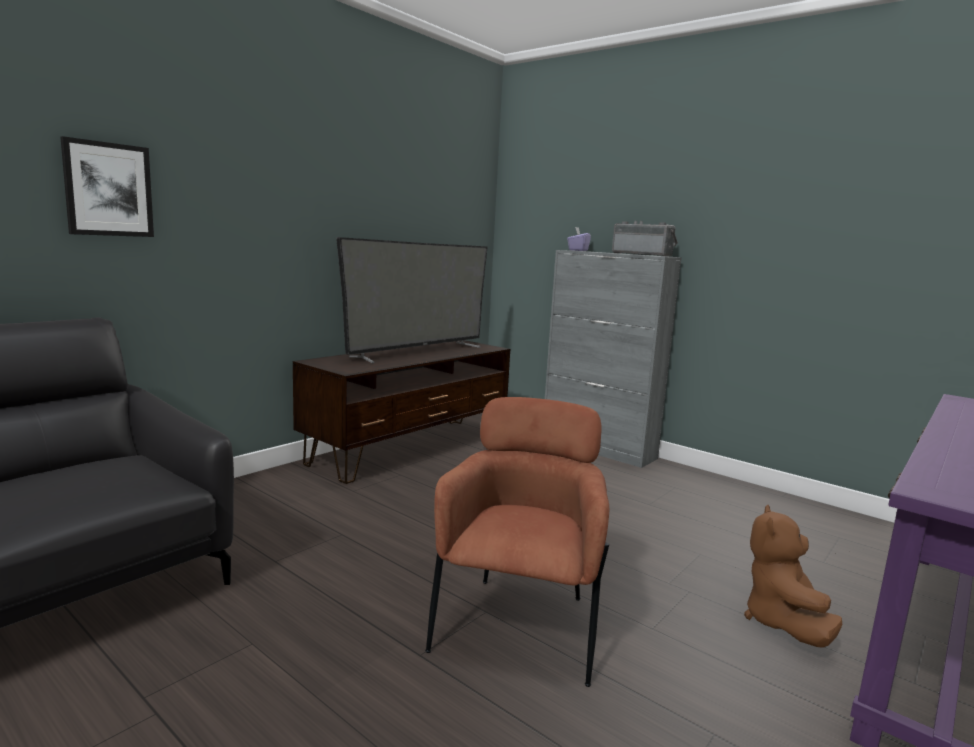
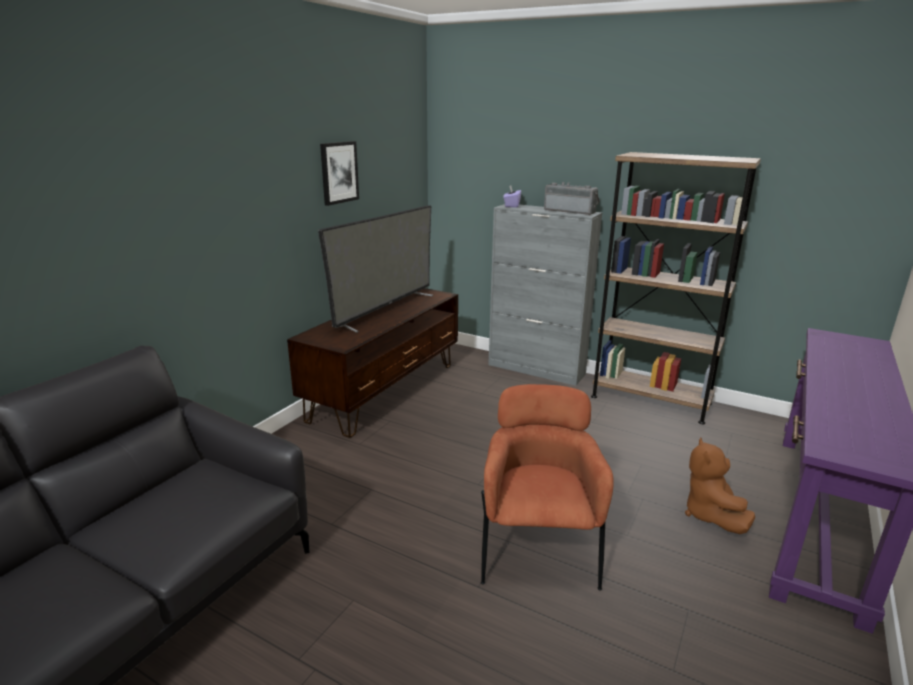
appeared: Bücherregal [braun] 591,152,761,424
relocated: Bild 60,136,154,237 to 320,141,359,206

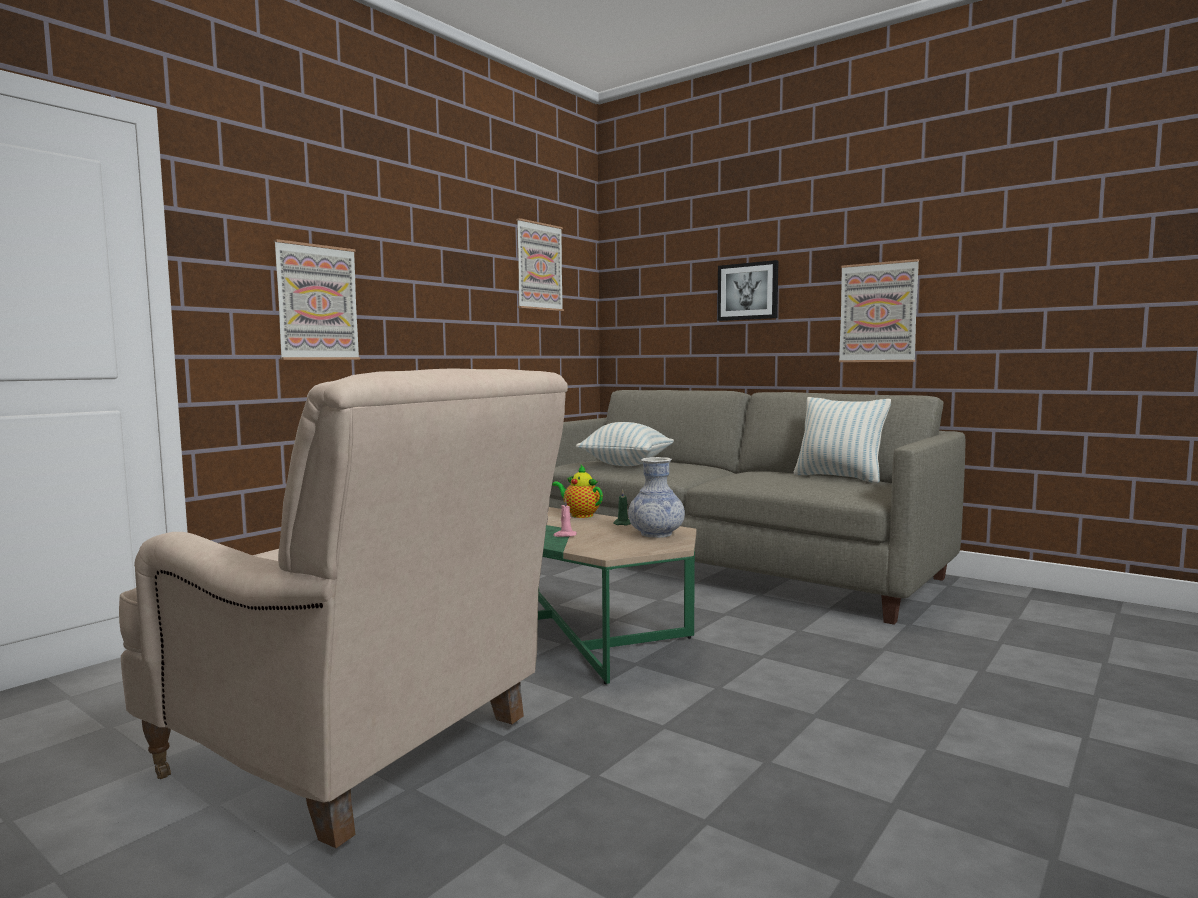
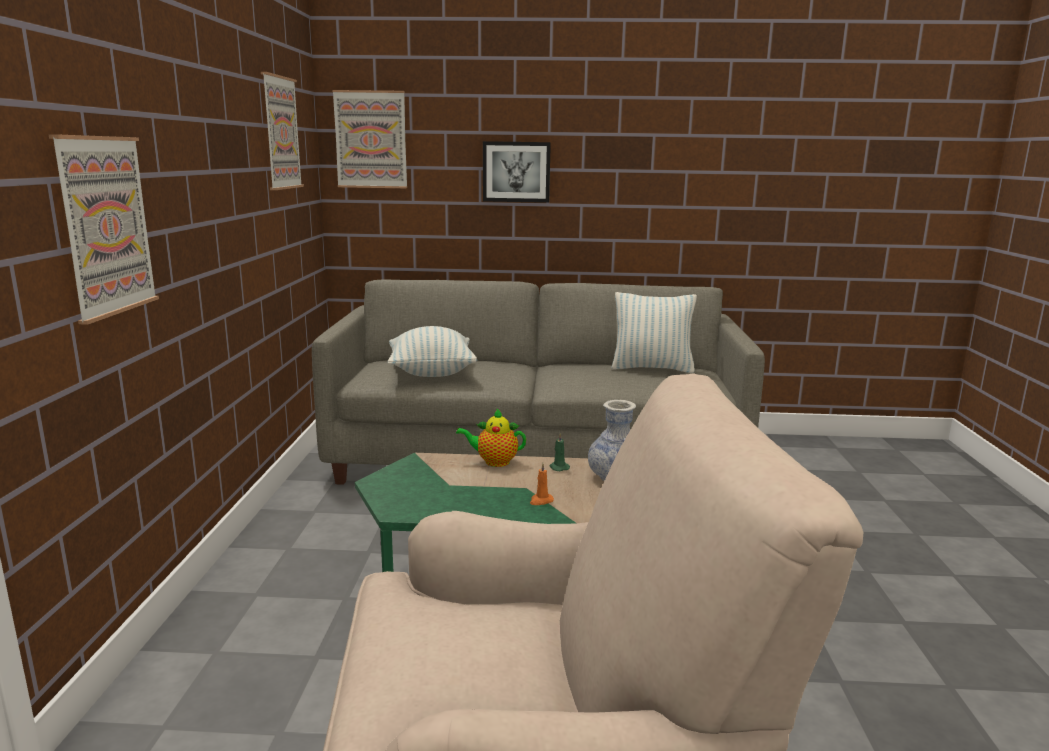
relocated: Bild 839,259,919,362 to 332,90,407,188
colour: Kerze [rosa] 553,498,577,537 to Kerze [orange] 530,463,554,505

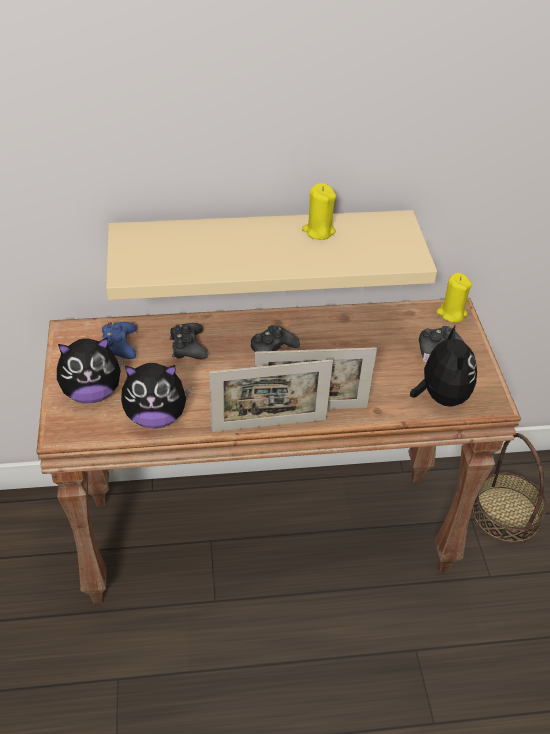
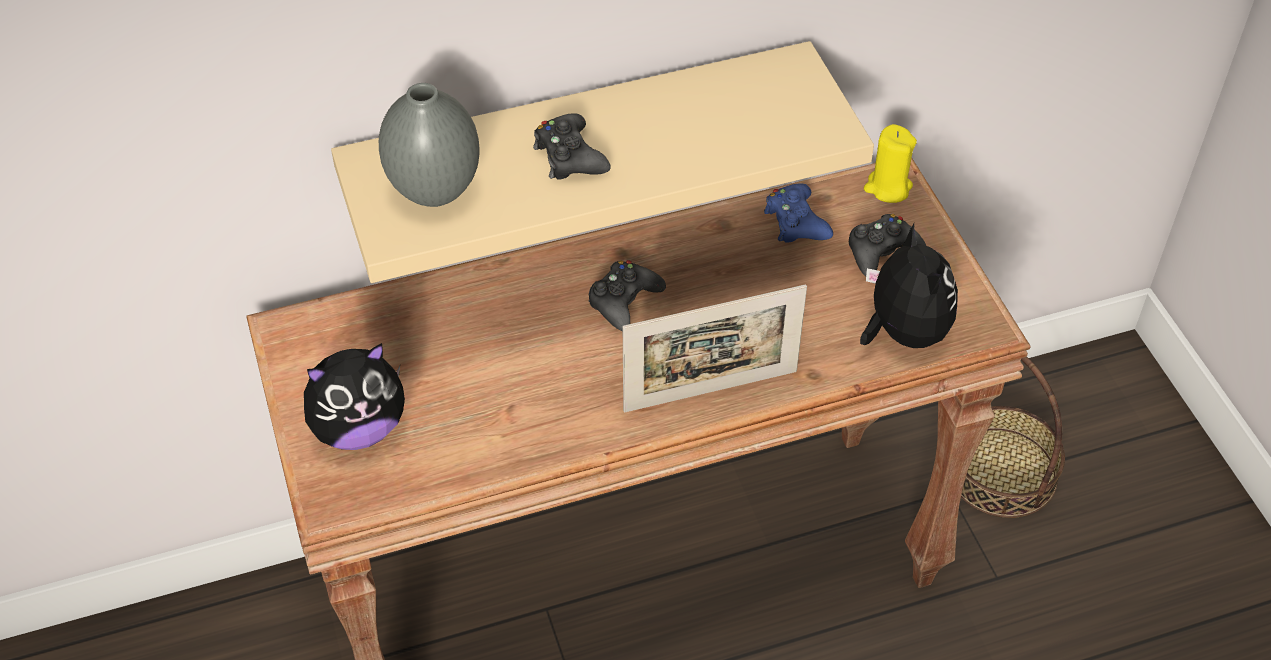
missing: Plüschtier 121,363,192,429; Bilderrahmen 209,360,333,432; Kerze [gelb] 302,183,336,240
appeared: Vase [grau] 379,83,480,207
relocated: Gamepad [schwarz] 170,323,208,359 to 533,113,611,180; Gamepad [blau] 102,322,137,359 to 764,183,833,243

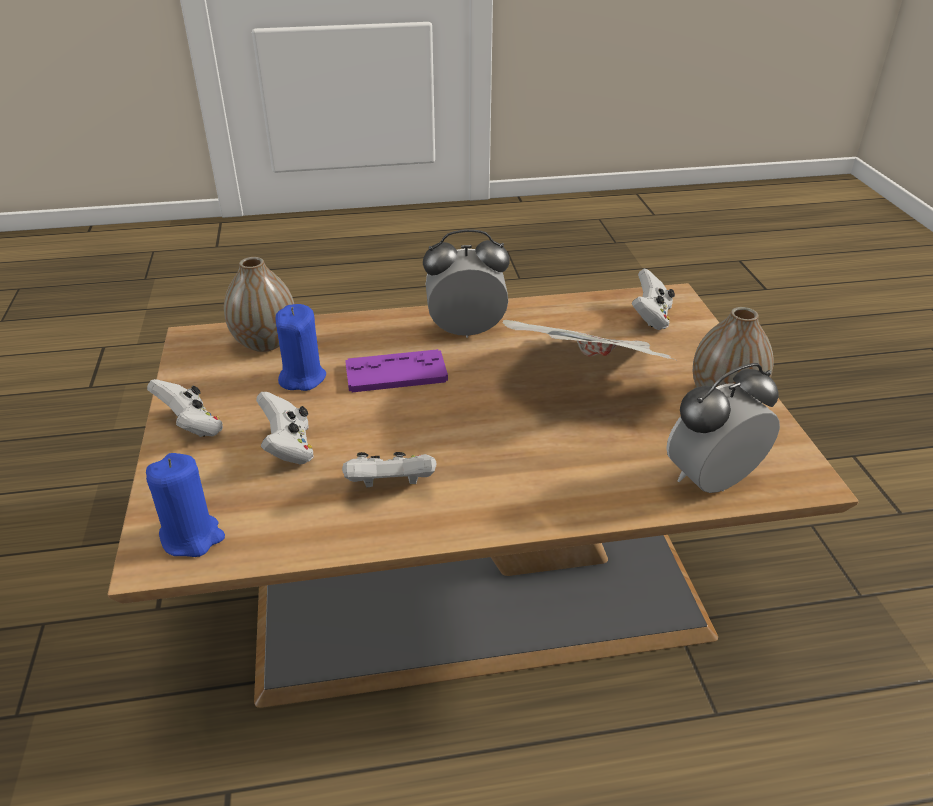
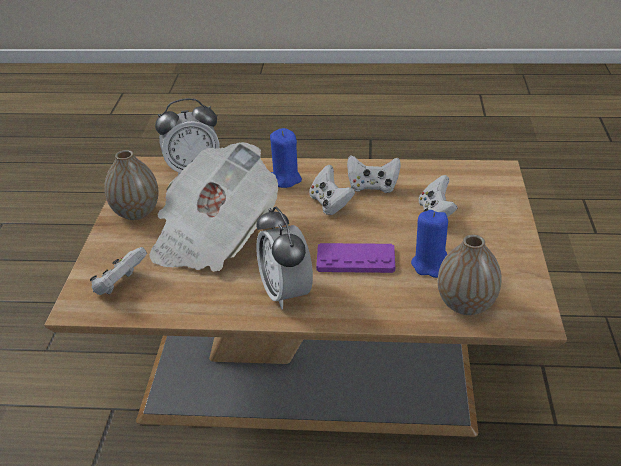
relocated: Kerze [blau] 146,453,225,557 to 270,128,302,188; Gamepad [weiß] 147,379,223,437 to 309,165,355,215
spun: Wecker 423,229,510,338 = 256,207,313,310 60 degrees clockwise

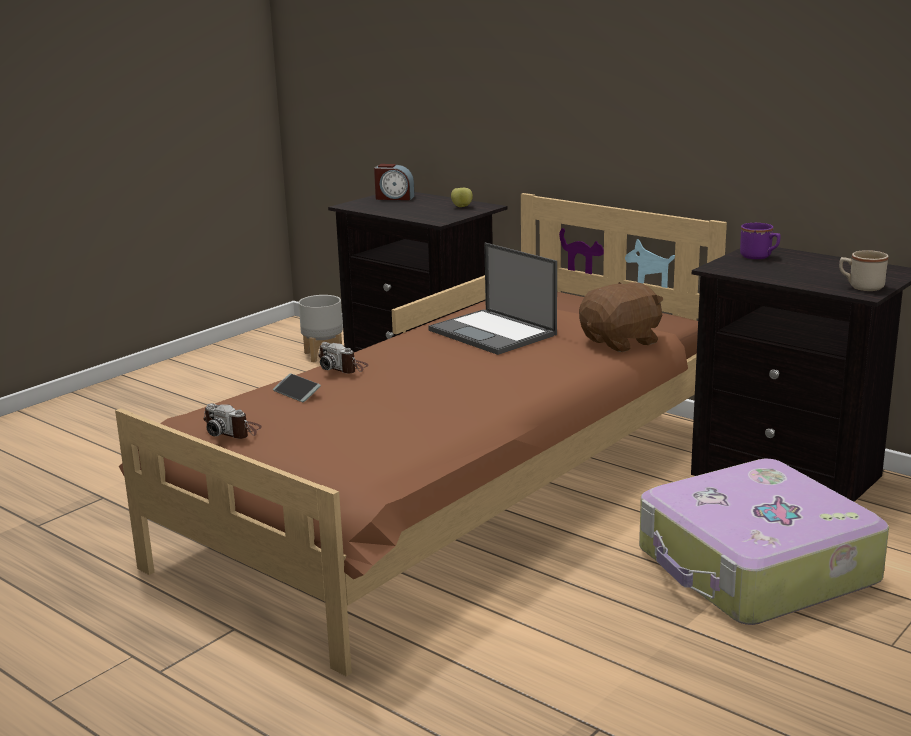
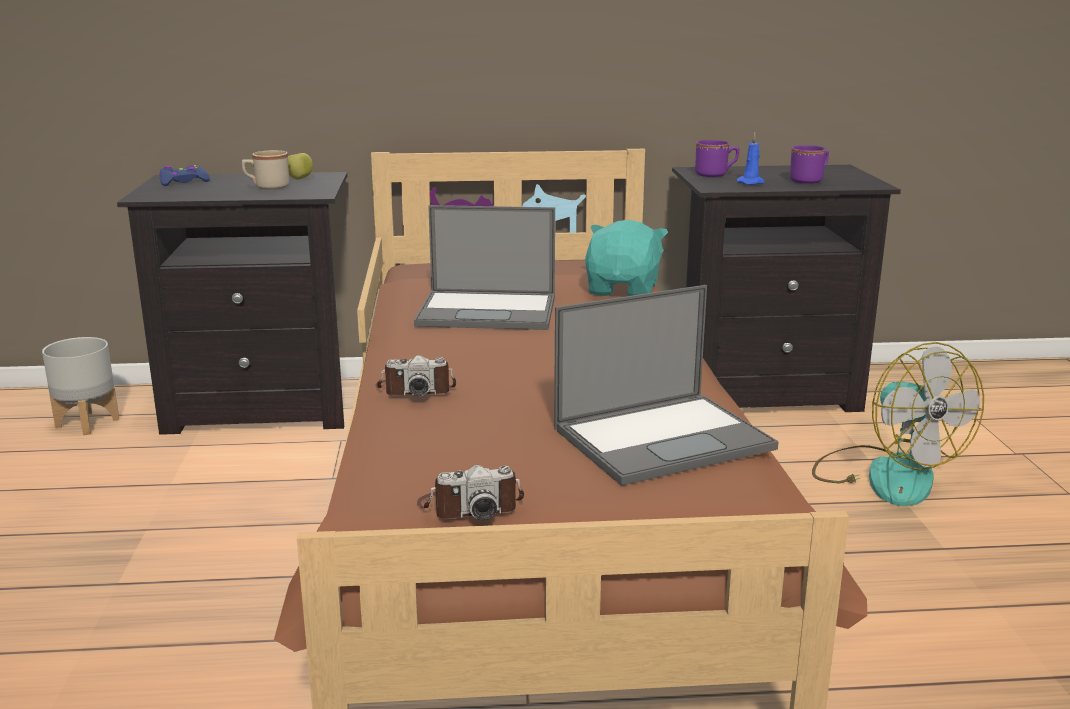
missing: Handy 273,373,321,402
appeared: Laptop 554,285,779,486; Kerze [blau] 737,133,765,185; Henkelbecher [lila] 790,145,829,184
relocated: Henkelbecher [beige] 839,251,888,291 to 242,150,290,190
exchanged: Wecker 374,164,415,200 to Gamepad [blau] 160,165,210,186; Koffer 639,459,889,625 to Ventilator 812,342,984,506
colour: Plüschtier [braun] 579,282,663,352 to Plüschtier [türkis] 585,220,668,296

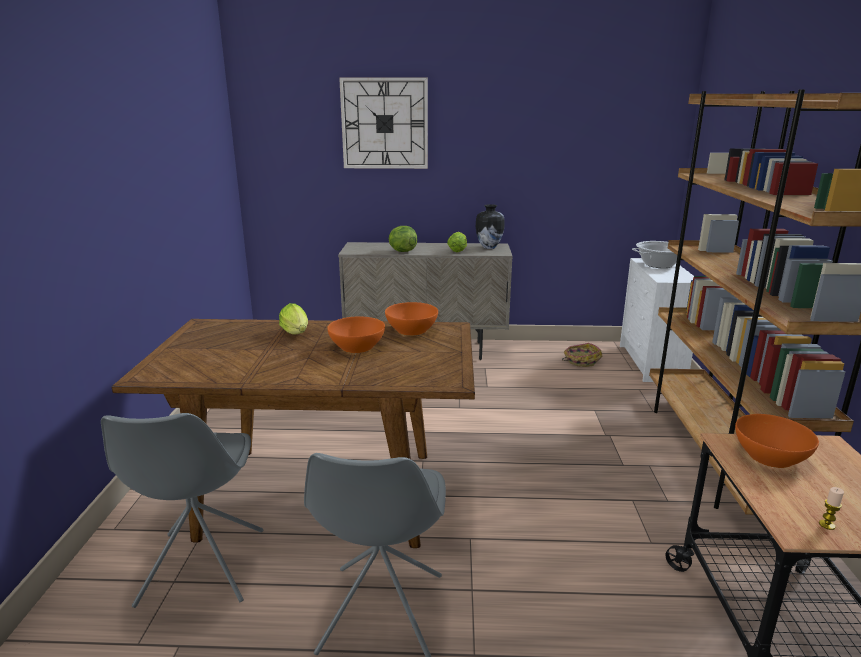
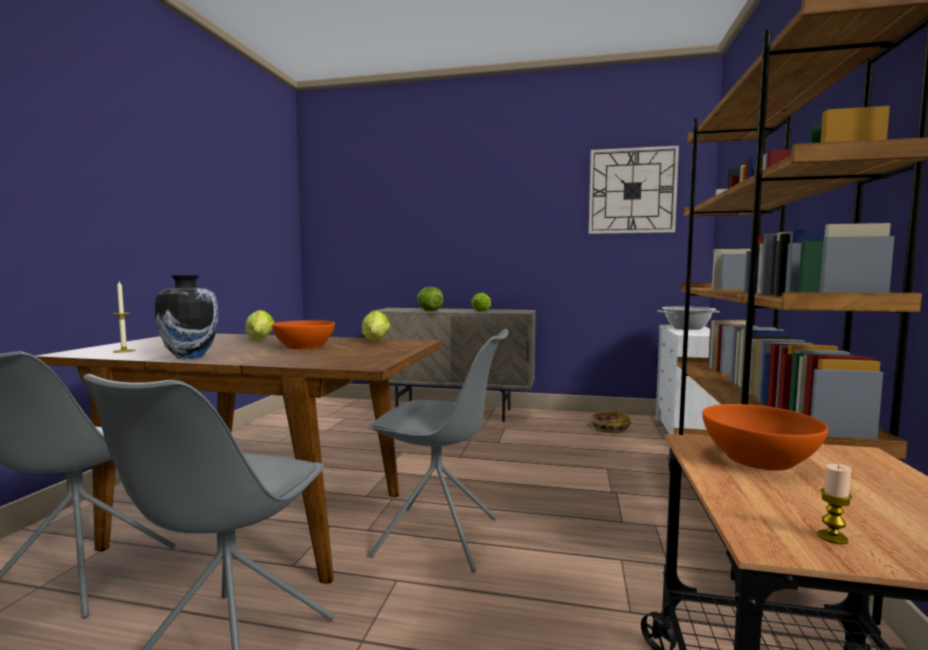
appeared: Kerze 112,281,136,353; Stuhl [grau] 368,329,508,573
relocated: Vase 476,204,505,249 to 155,275,219,359; Wanduhr 339,78,428,169 to 589,146,679,234
exchanged: Schüssel [orange] 385,302,438,336 to Salatkopf 362,311,390,341

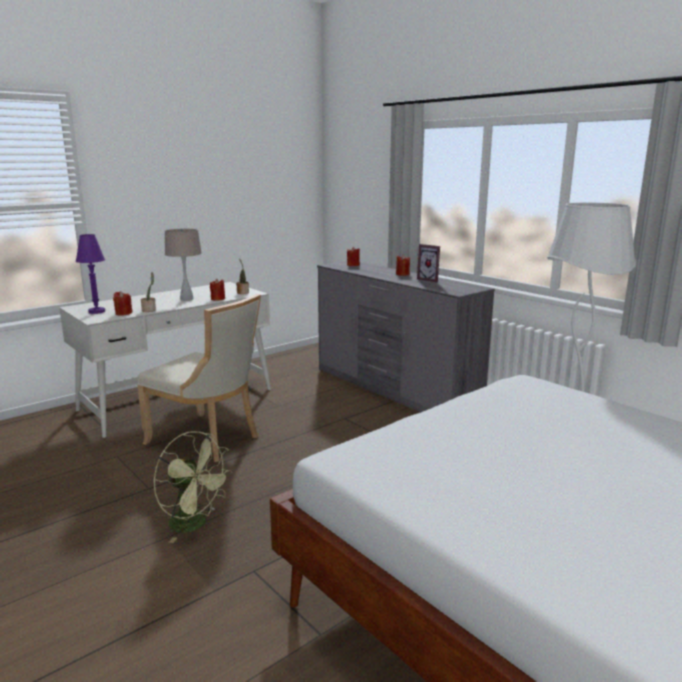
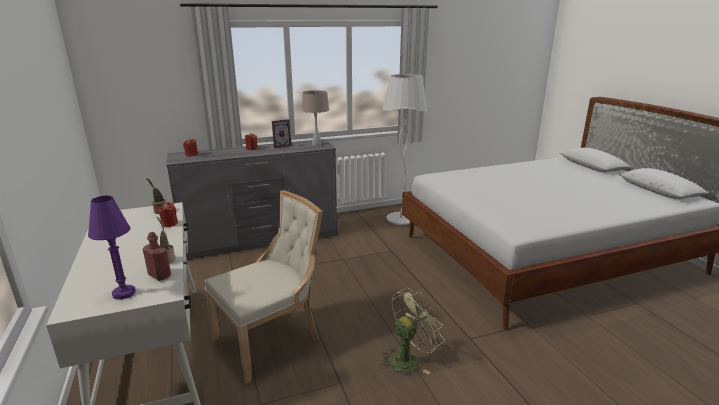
relocated: Tischlampe [beige] 165,228,202,301 to 302,90,329,146
exchanged: Kerze [rot] 113,291,133,316 to Flasche [rot] 143,232,171,281

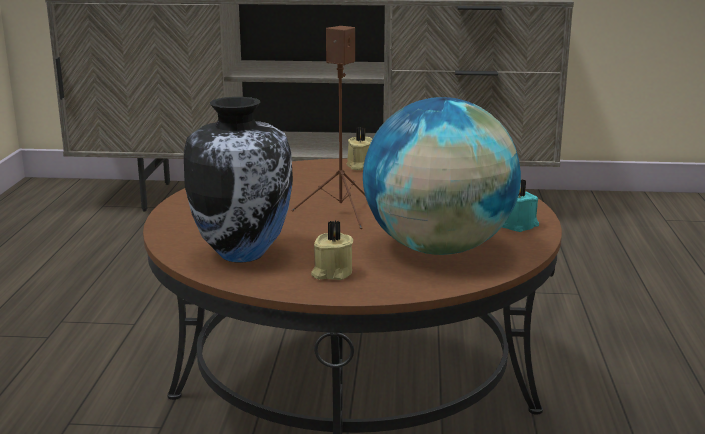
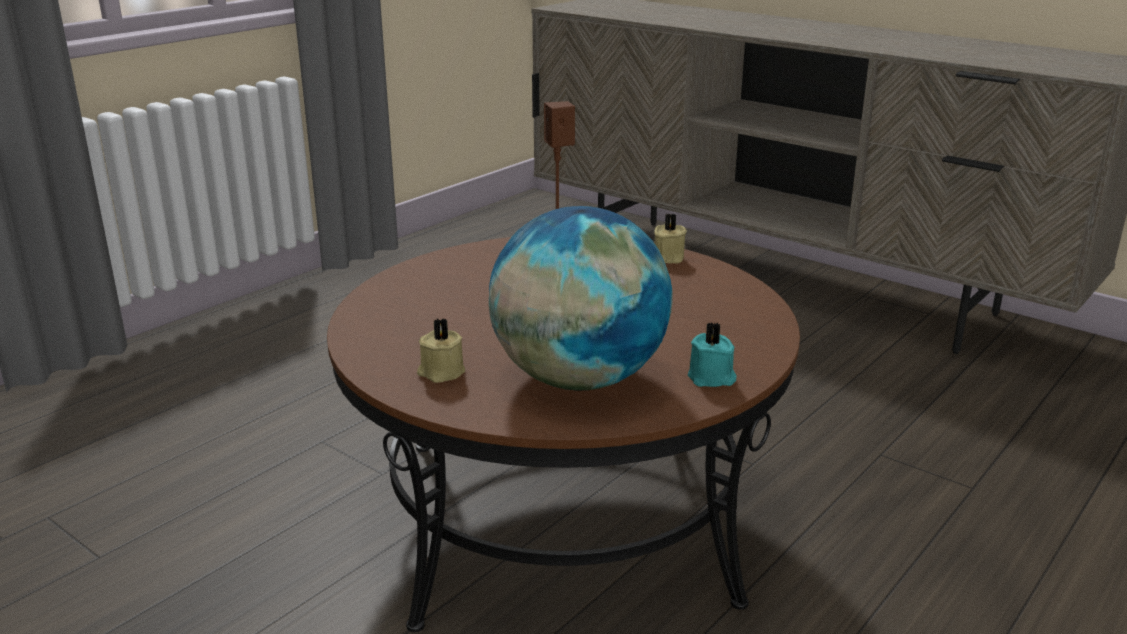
missing: Vase 184,97,293,262

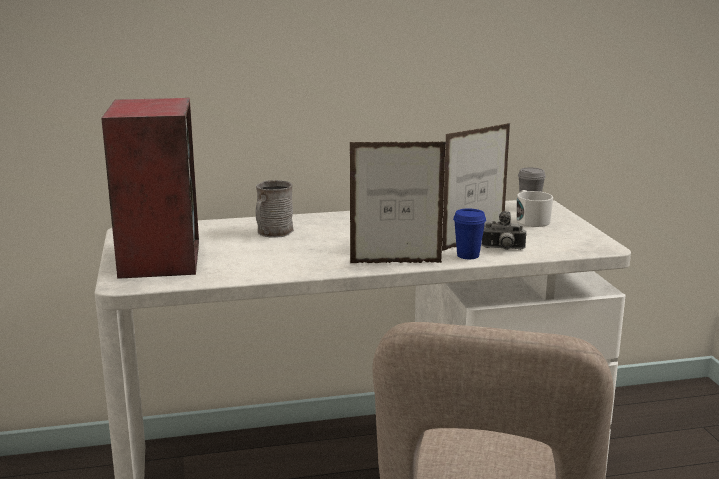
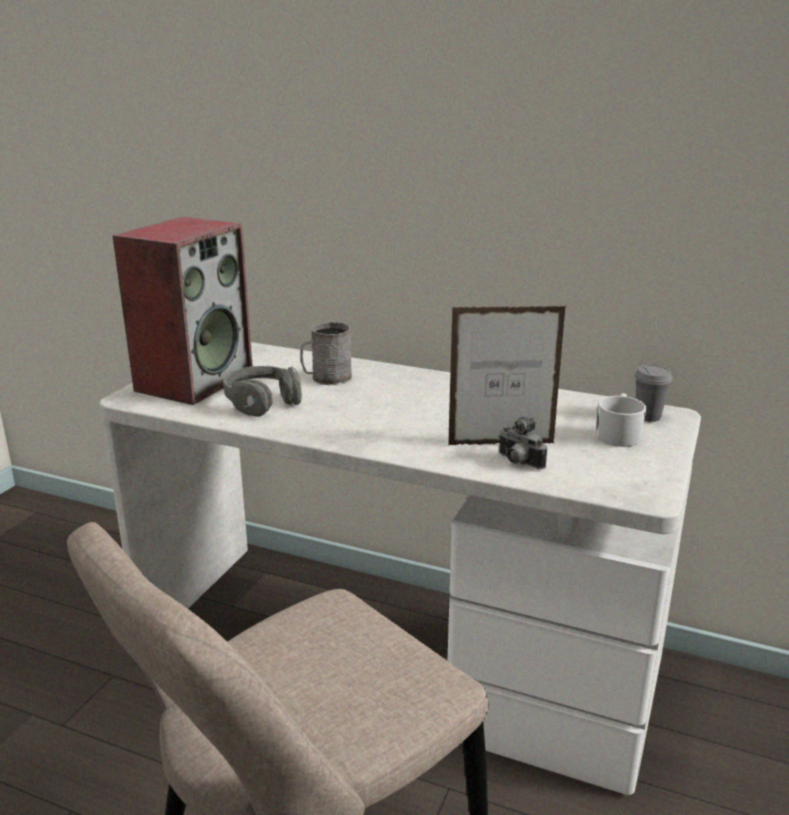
missing: Bilderrahmen 350,142,446,263; Tasse [blau] 453,208,486,259
appeared: Kopfhörer [grau] 223,366,302,417

